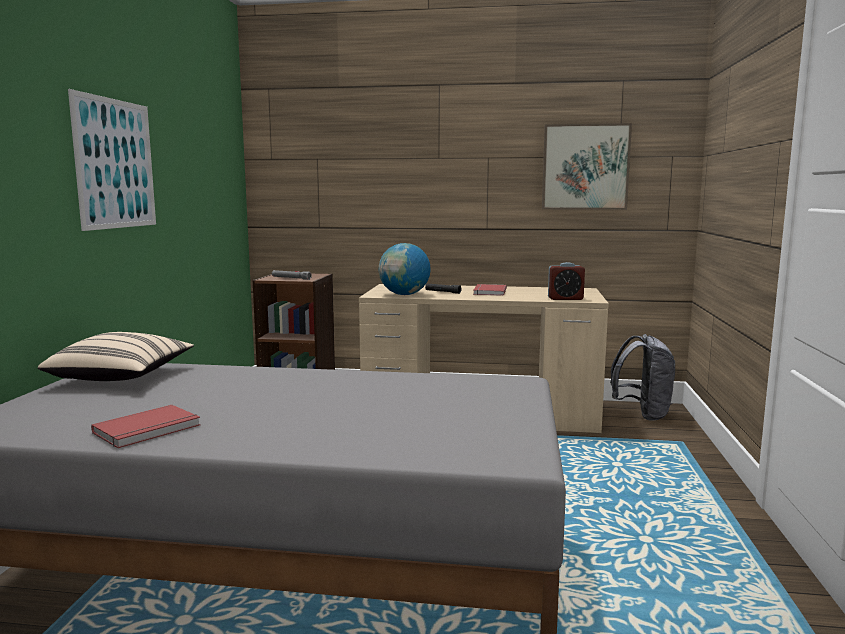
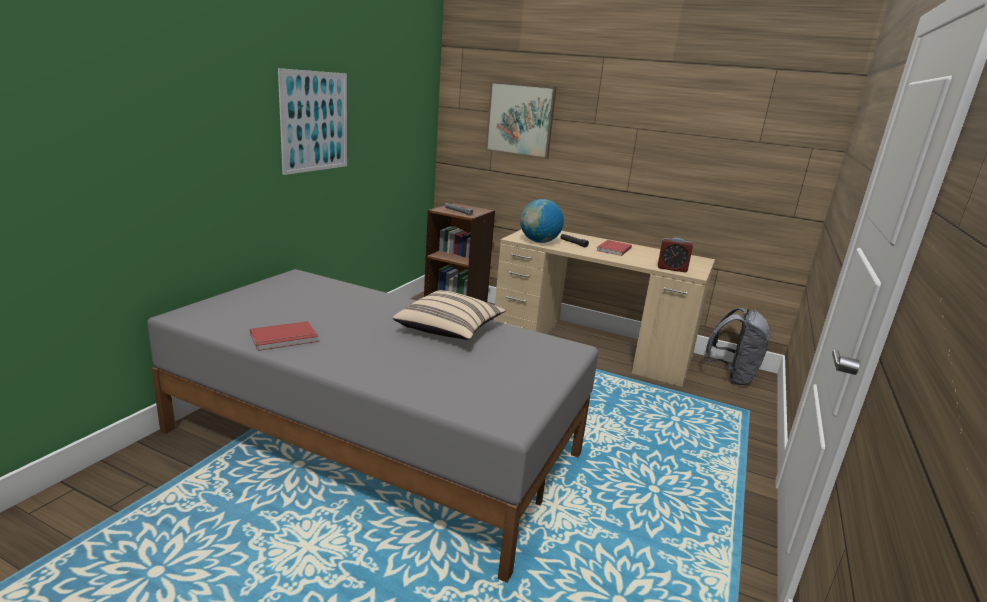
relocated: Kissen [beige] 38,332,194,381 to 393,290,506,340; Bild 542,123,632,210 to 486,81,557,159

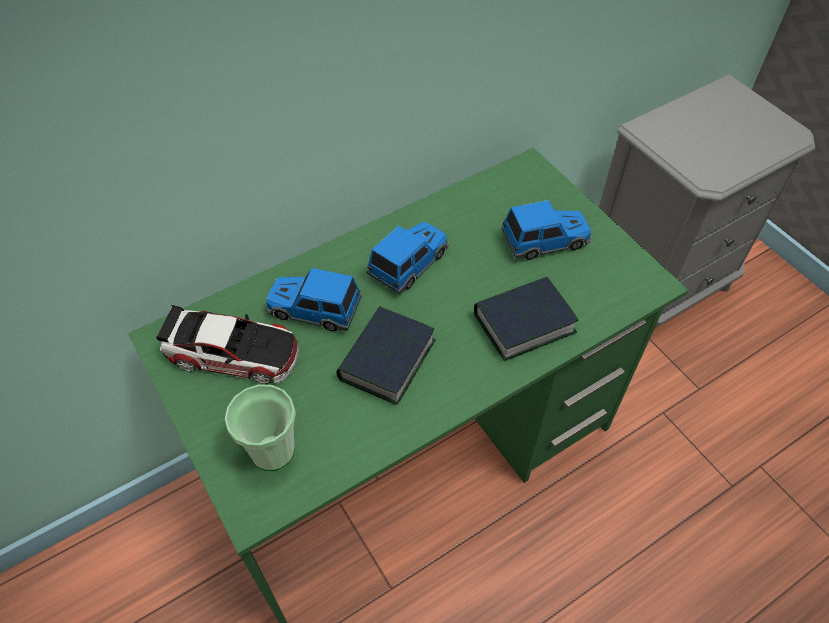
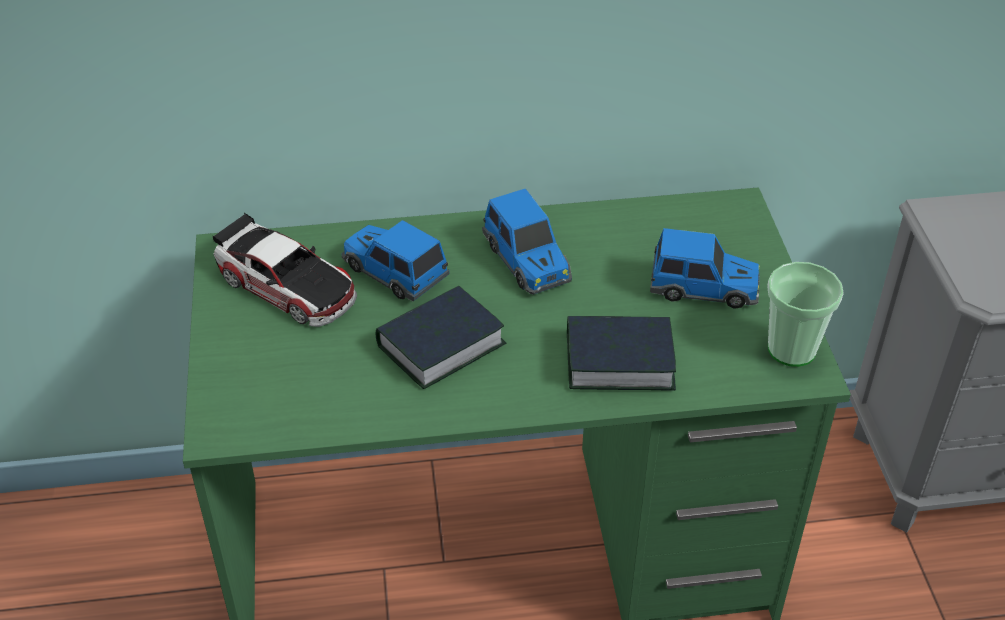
relocated: Tasse 225,384,296,471 to 767,262,844,367
spun: Spielzeugauto 367,222,449,294 = 482,189,572,295 90 degrees clockwise

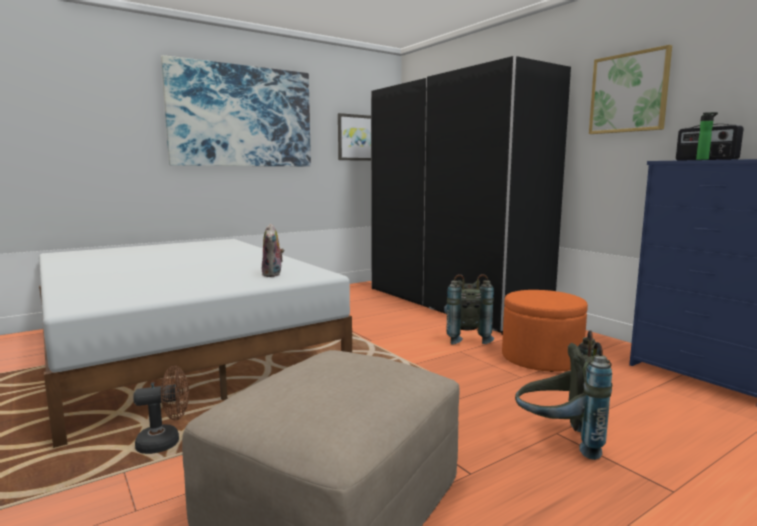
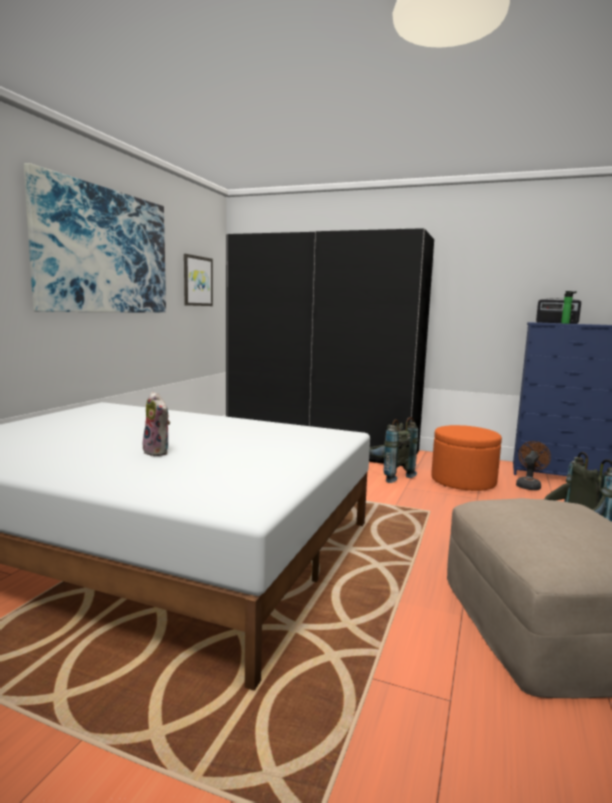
missing: Bild 589,45,672,134
relocated: Plüschtier 262,224,284,277 to 143,392,170,456; Ventilator [braun] 134,366,189,454 to 516,441,551,490

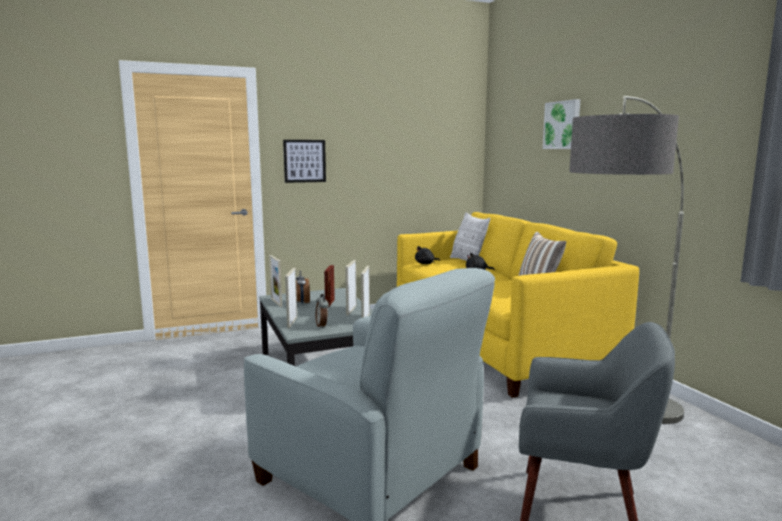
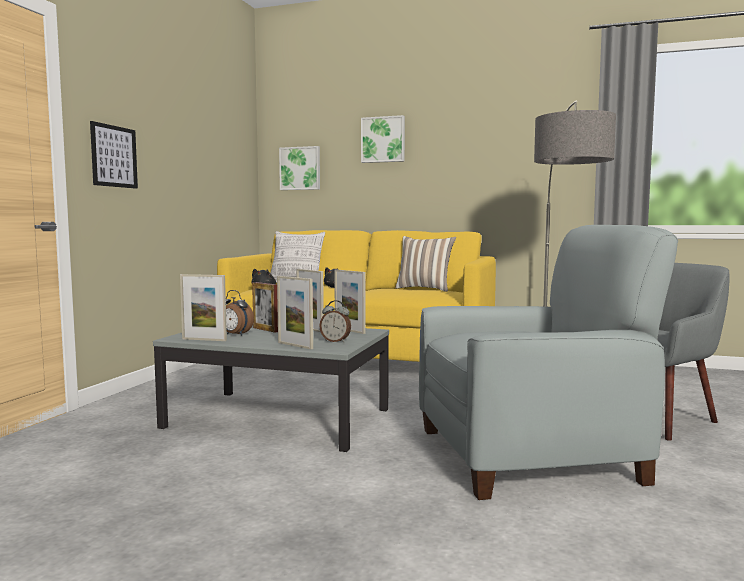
appeared: Bild 279,146,320,190

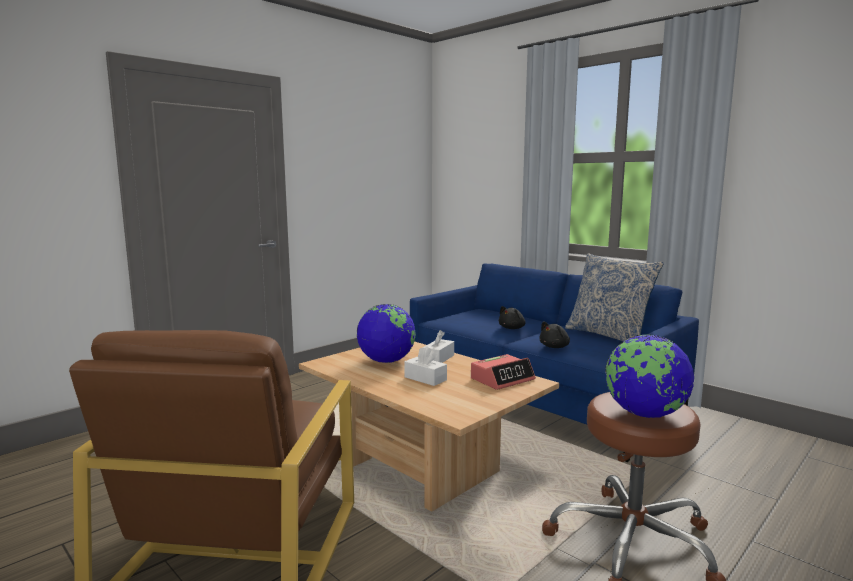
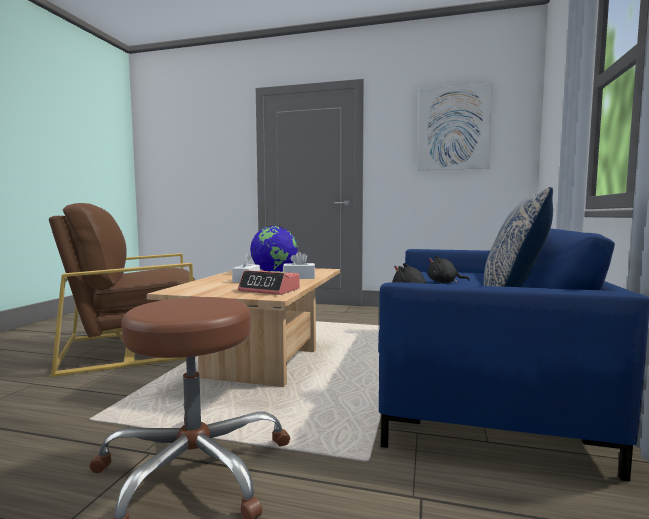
missing: Globus 605,334,695,418
appeared: Bild 418,83,493,170

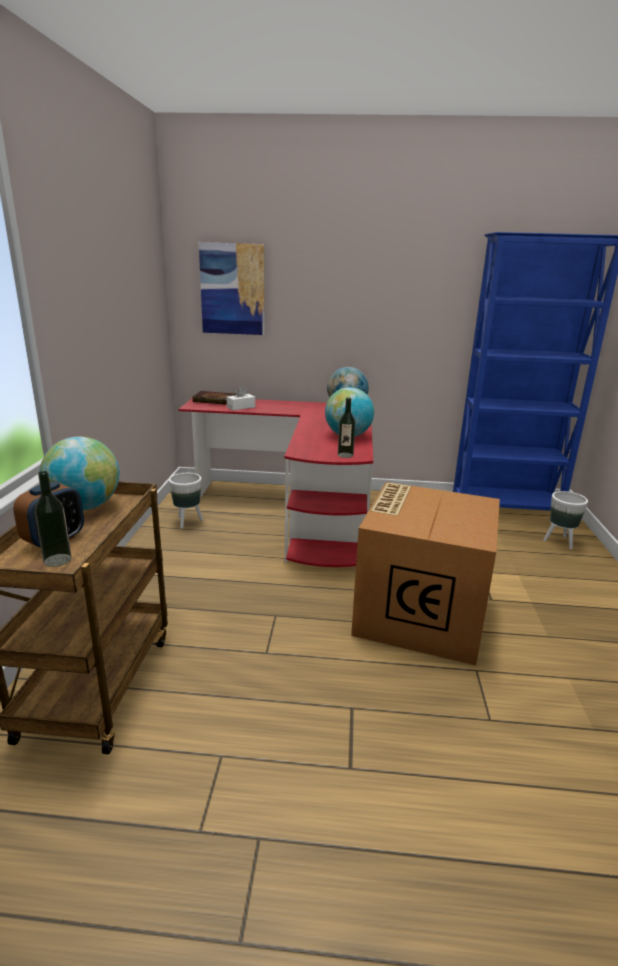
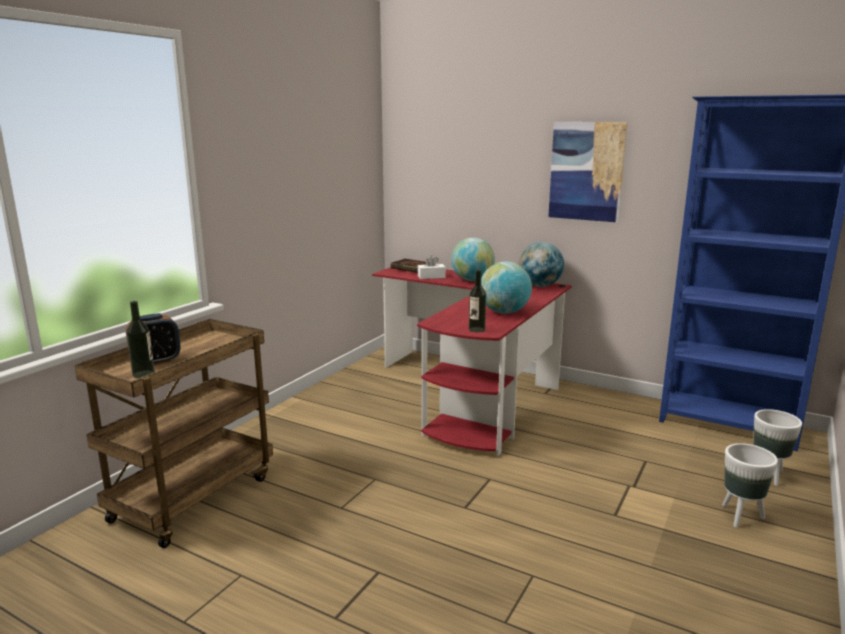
missing: Karton 351,482,500,665
relocated: Globus 40,437,119,510 to 451,237,495,281; Bild 199,242,264,335 to 548,122,627,222; Pflanzkübel [weiß] 169,473,203,529 to 722,443,778,528

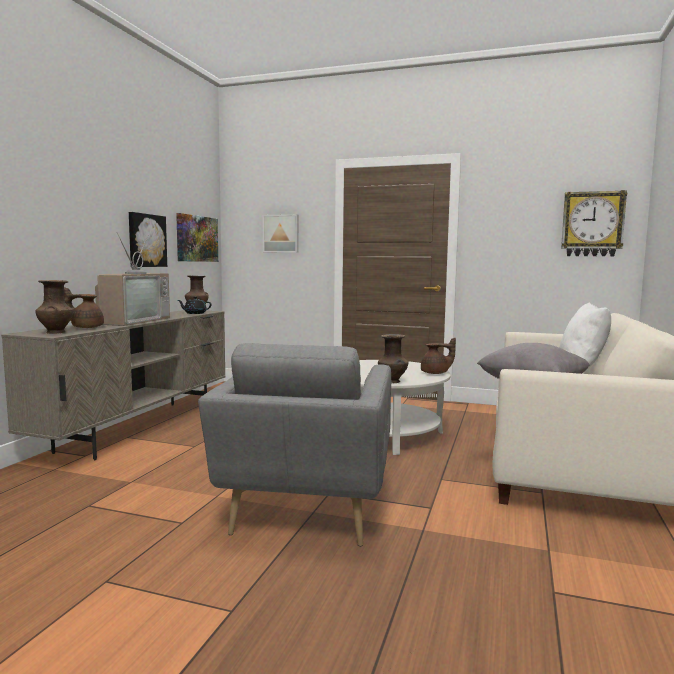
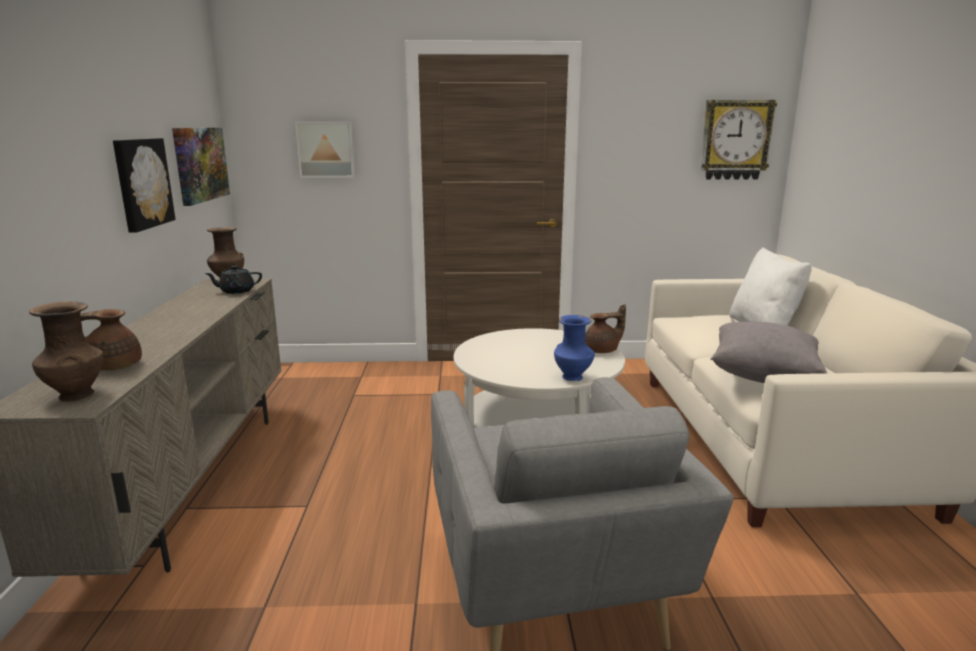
missing: Fernseher 95,233,170,326
colour: Vase [braun] 378,334,408,383 to Vase [blau] 554,315,595,381

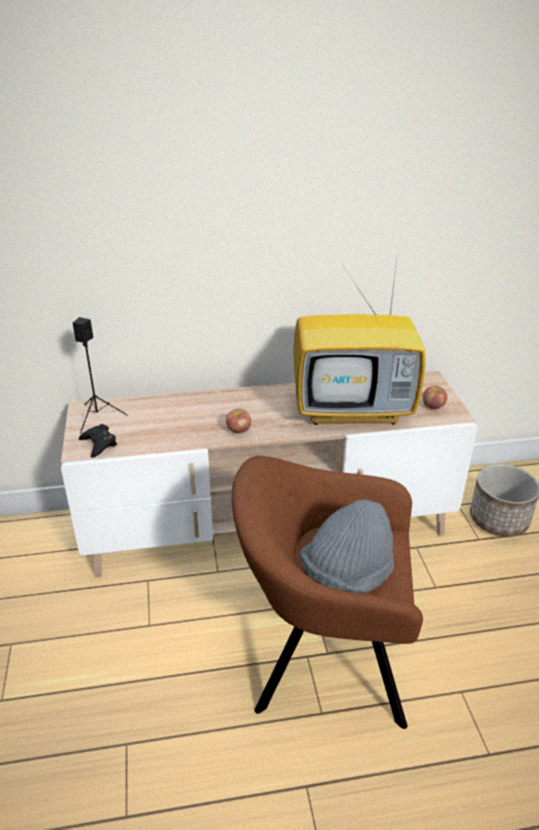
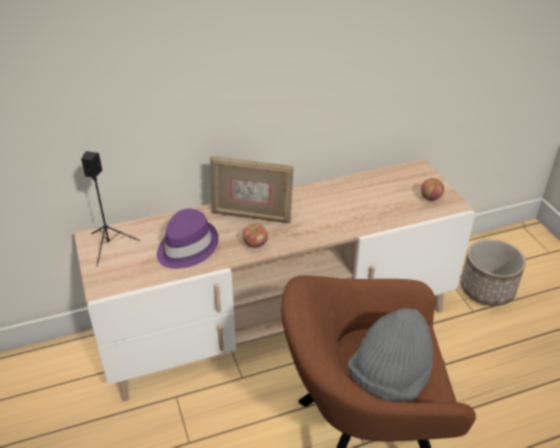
missing: Gamepad [schwarz] 79,424,117,458; Fernseher 293,252,426,425
appeared: Hut [lila] 157,209,218,269; Bilderrahmen 210,156,294,224

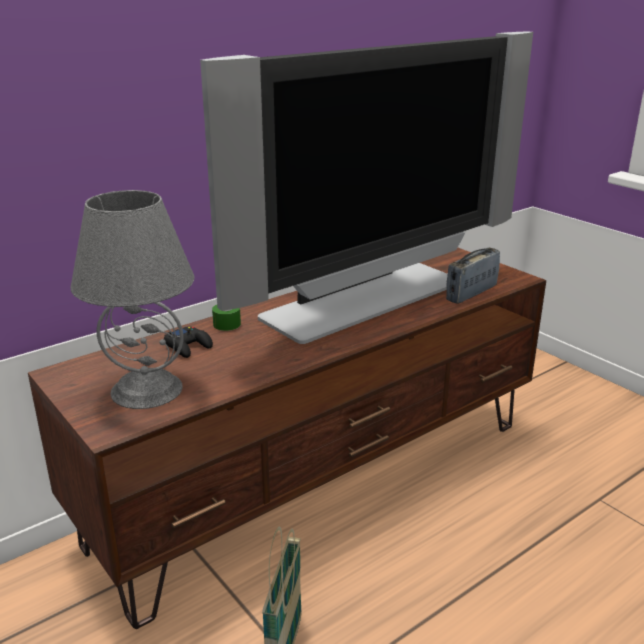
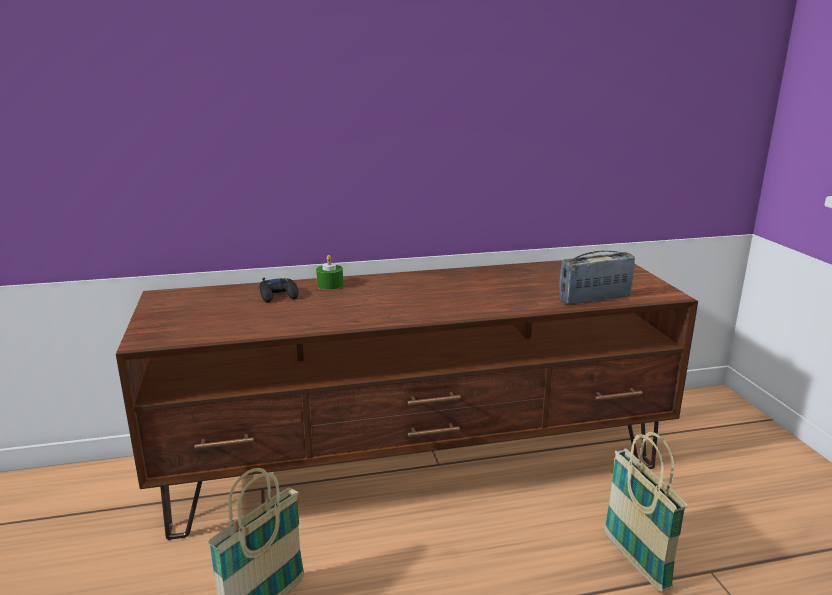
missing: Tischlampe [grau] 70,190,194,409; Fernseher 200,31,533,344
appeared: Korb 604,432,687,592

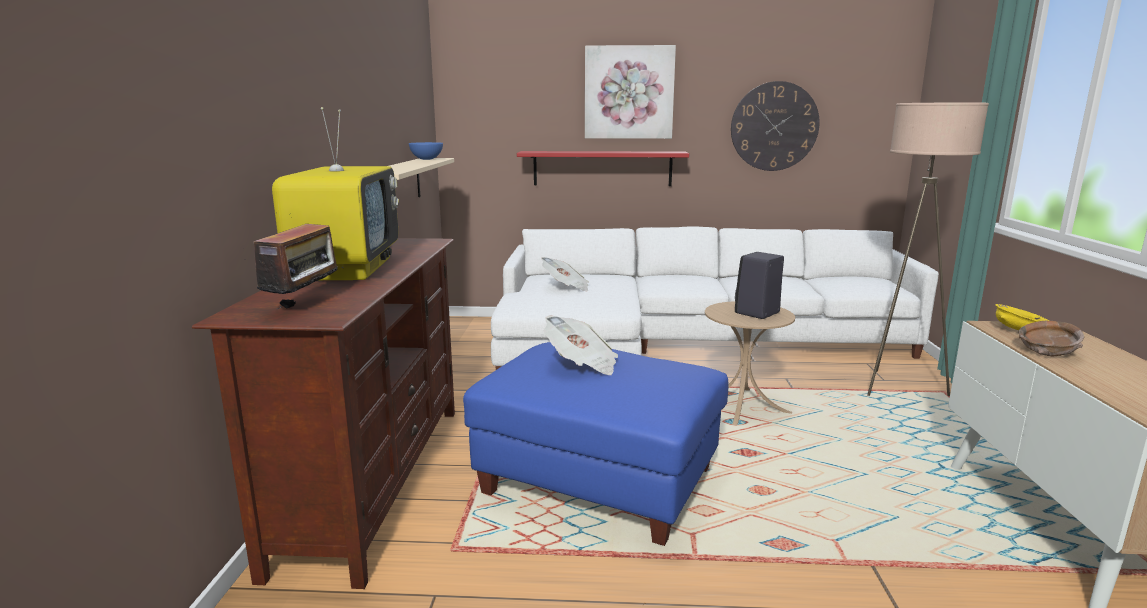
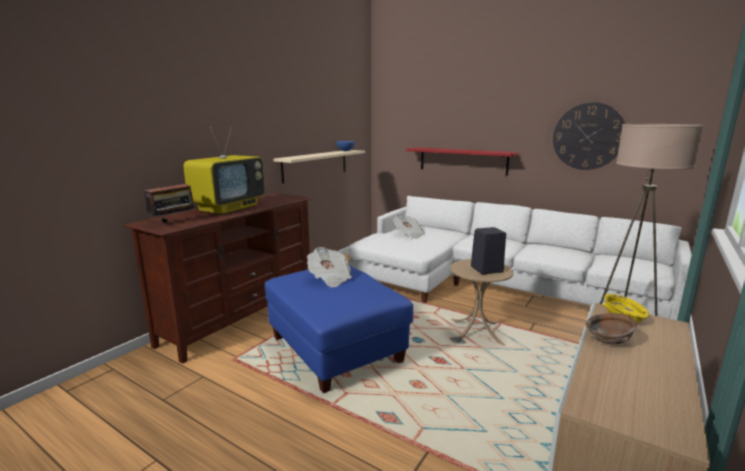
missing: Bild 585,45,676,139

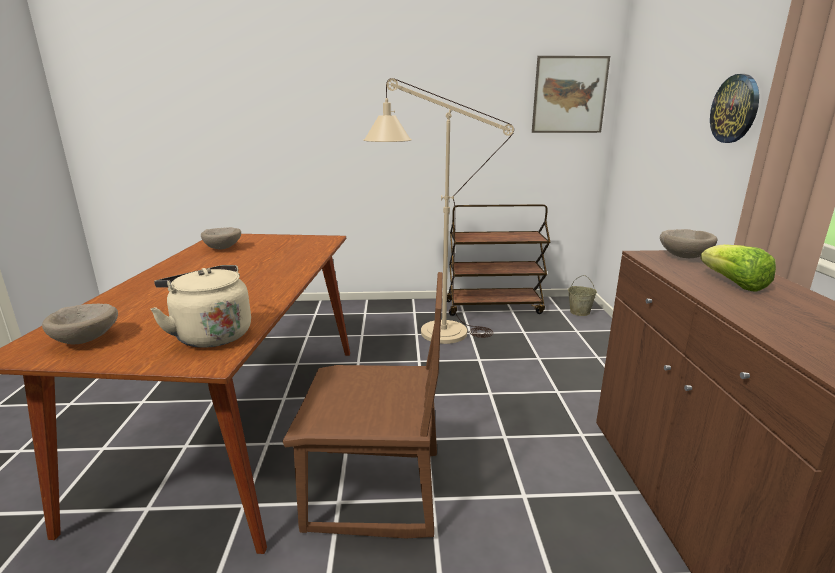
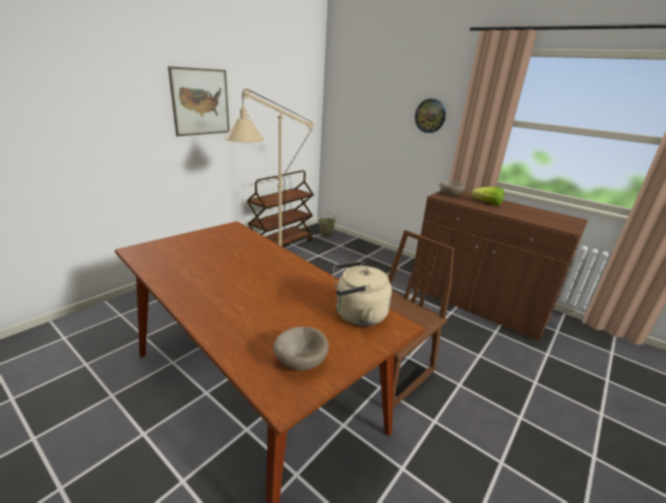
missing: Schüssel [beige] 201,227,241,249
relocated: Bild 532,56,610,133 to 168,66,229,137

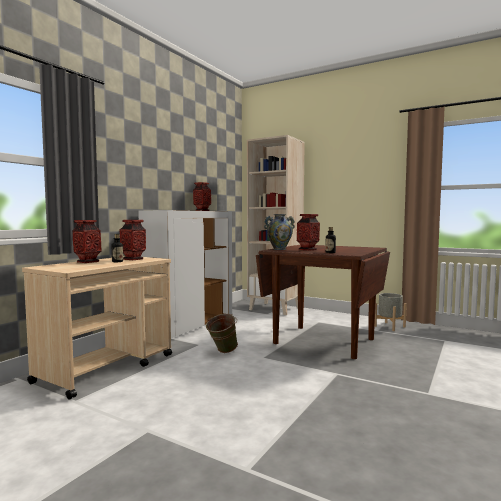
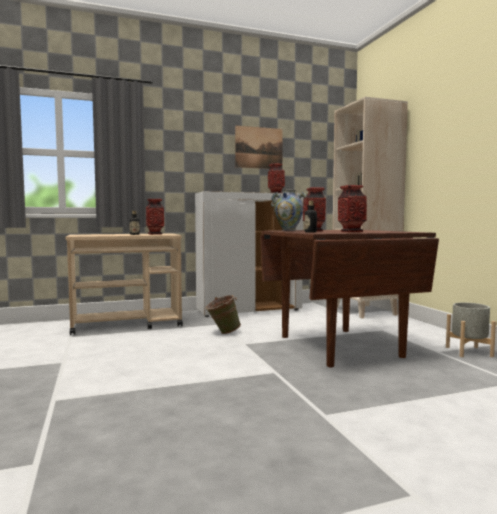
appeared: Bild 235,125,283,169
relocated: Vase 72,220,102,263 to 338,185,367,232

